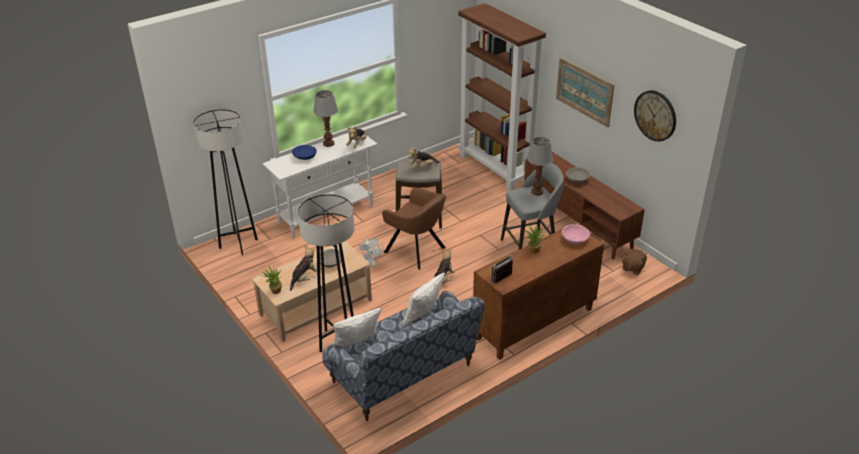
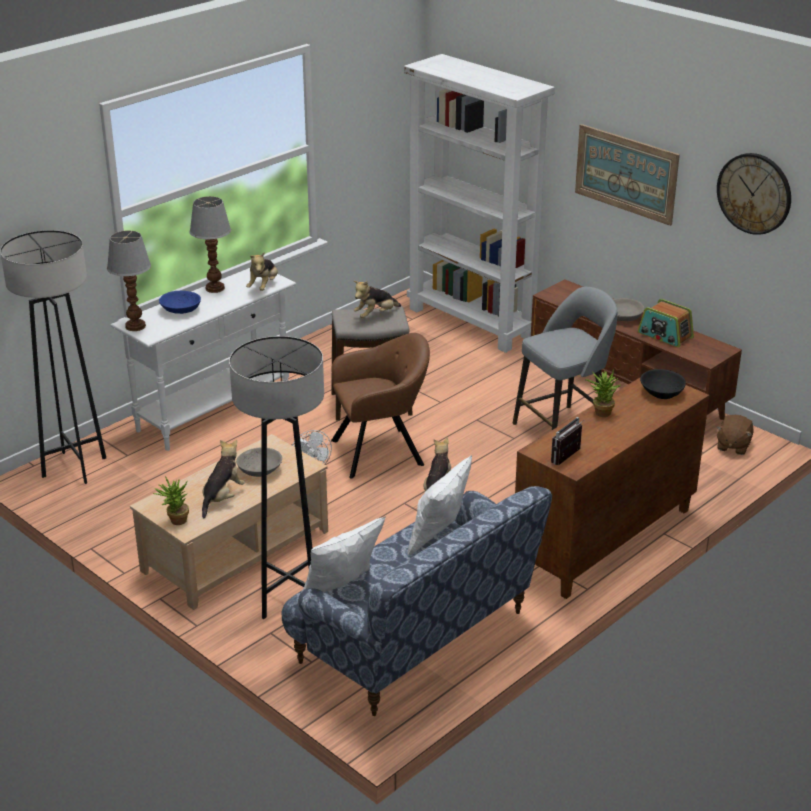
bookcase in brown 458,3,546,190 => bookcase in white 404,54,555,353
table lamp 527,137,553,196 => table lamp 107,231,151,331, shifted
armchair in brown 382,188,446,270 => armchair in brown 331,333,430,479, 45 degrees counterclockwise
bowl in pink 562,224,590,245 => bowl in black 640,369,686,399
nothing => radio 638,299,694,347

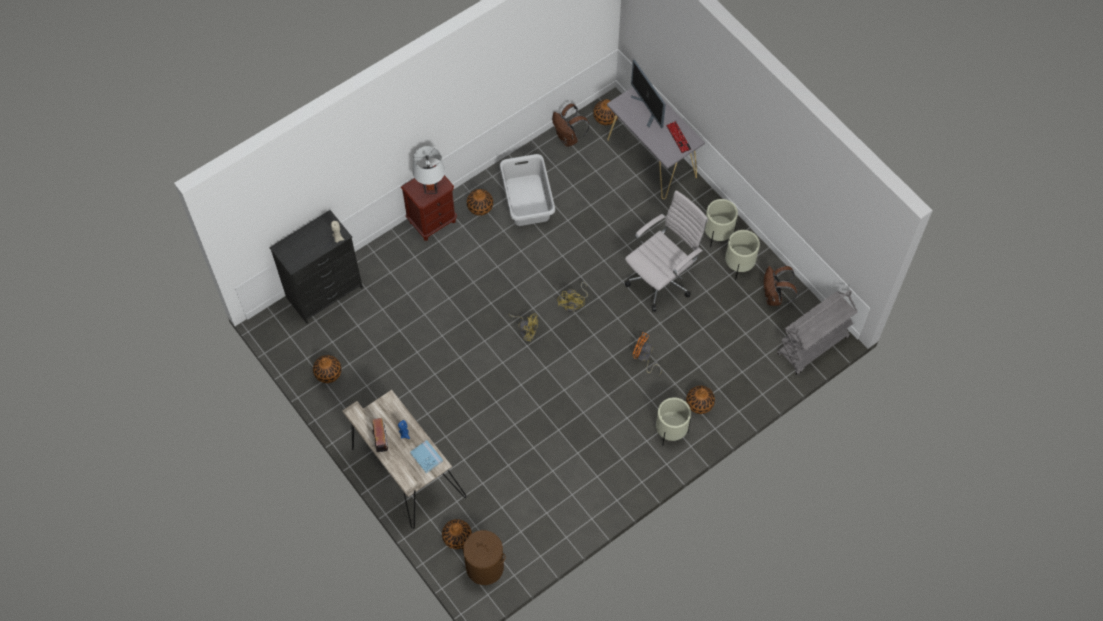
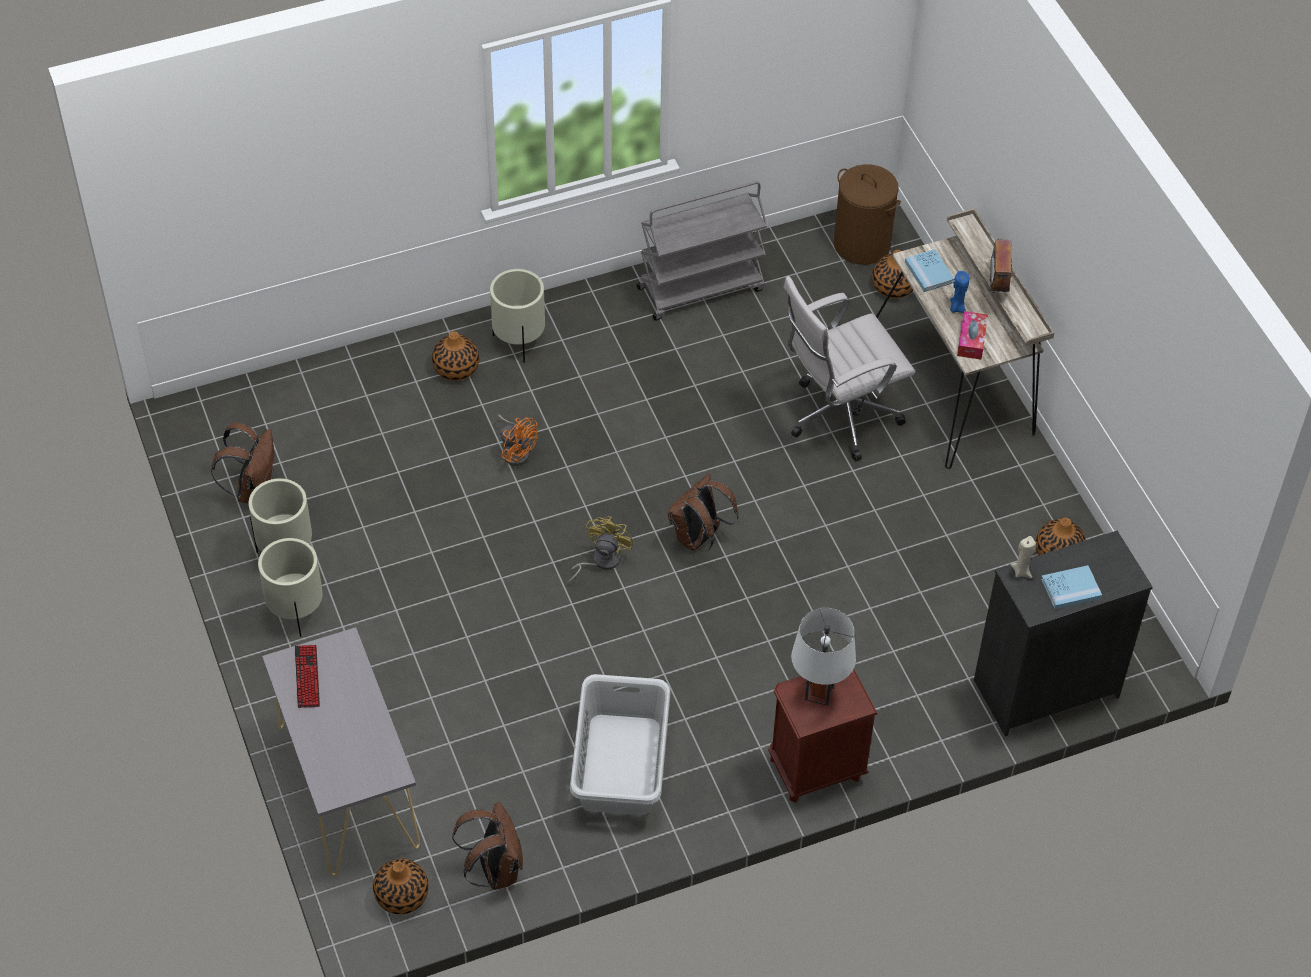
monitor 631,59,666,128 => nothing
vase 467,189,493,216 => nothing
office chair in white 625,190,708,312 => office chair in white 783,276,915,461, shifted
cart in grey 777,290,857,375 => cart in grey 637,181,768,321, shifted
fan in yellow 509,313,538,341 => backpack in brown 668,474,739,552
nothing => tissue box 957,311,988,360
nothing => book in blue 1041,565,1102,609

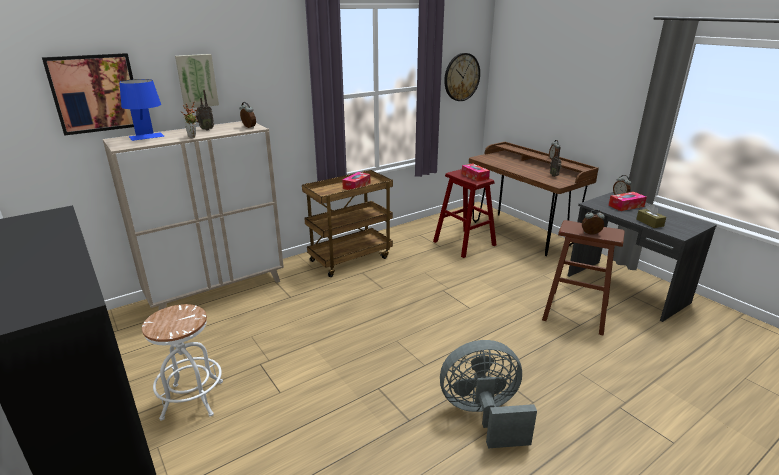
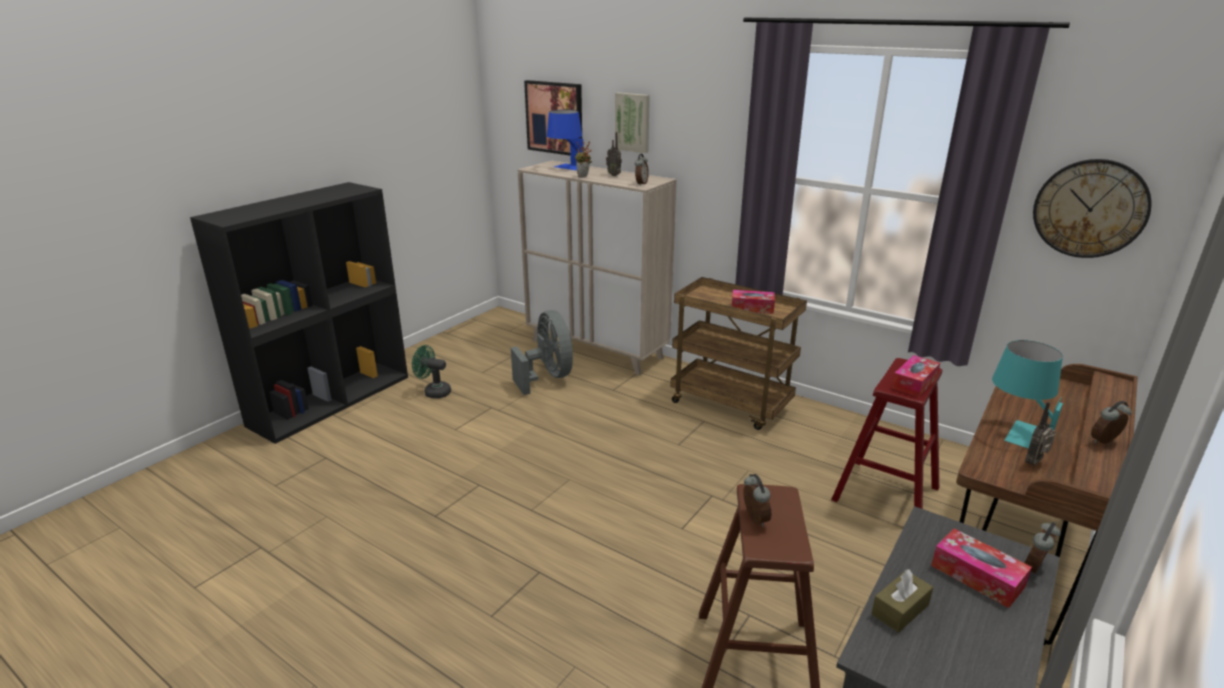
stool in white 142,304,223,421 => fan in green 412,345,451,399
fan in grey 440,340,537,448 => fan in grey 511,310,573,395, shifted
nothing => table lamp in turquoise 992,340,1063,449

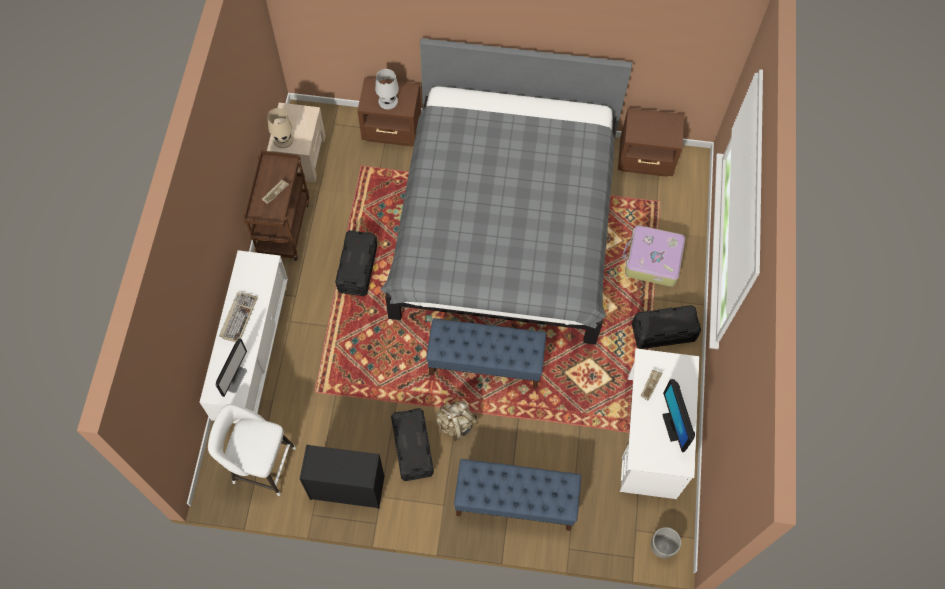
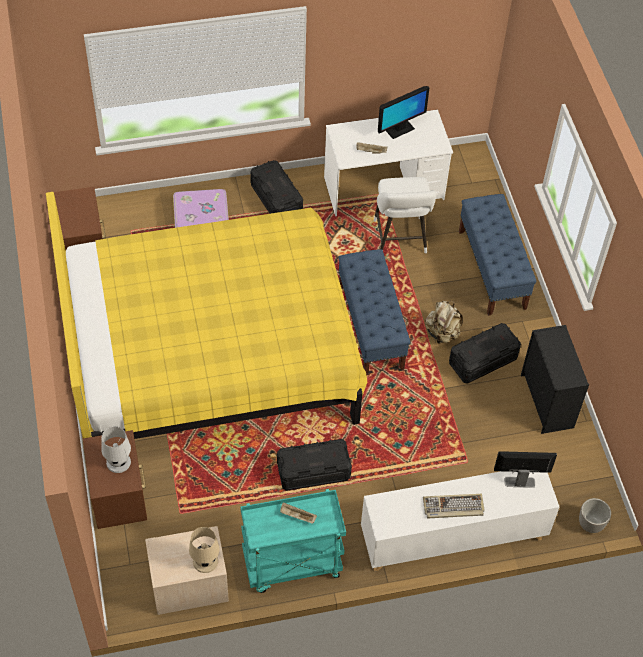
bed in grey 380,38,632,345 => bed in yellow 46,192,367,439
cart in brown 243,151,310,261 => cart in turquoise 240,489,346,593
stool in white 208,404,296,496 => stool in white 374,177,437,253, shifted
planter 651,527,681,558 => planter 579,498,611,533, shifted

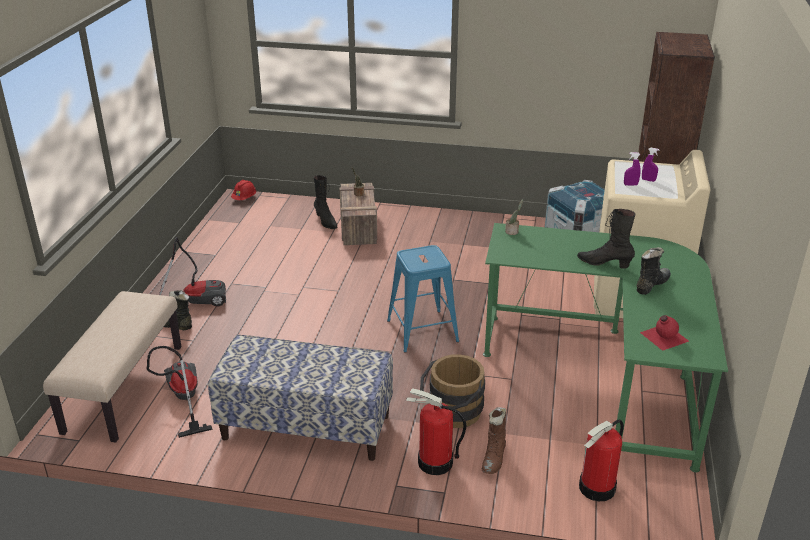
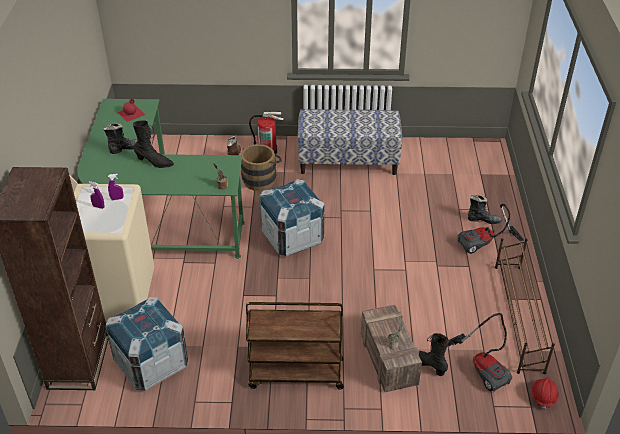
stool in blue 387,245,459,352 => crate 259,179,325,256
boot in black 637,247,671,295 => boot in black 103,123,137,154, 150 degrees counterclockwise
bench in beige 43,291,181,443 => nothing
vacuum cleaner 147,346,213,438 => vacuum cleaner 447,313,512,392, shifted
fire extinguisher 579,419,624,501 => nothing
nothing => shoe rack in brown 495,238,555,374
nothing => cart in brown 246,302,344,390

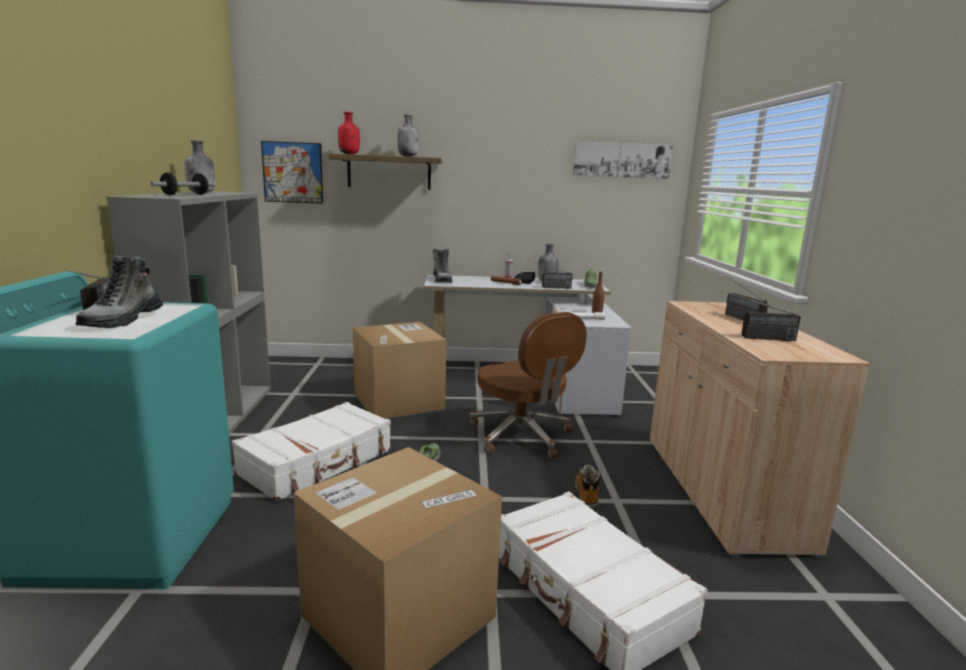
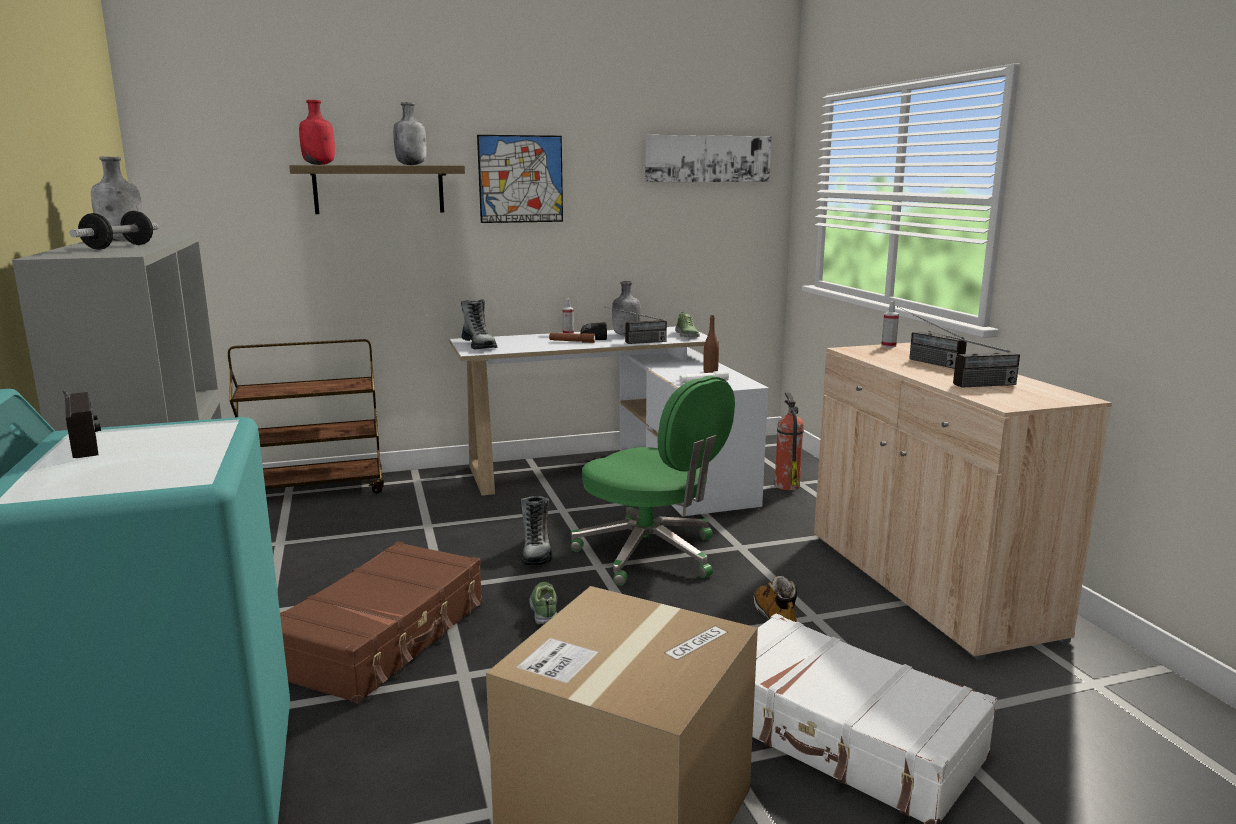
picture 261,141,323,204 => picture 477,135,563,223, shifted
boot 76,255,163,328 => boot 521,496,553,565, shifted
office chair in brown 469,312,587,459 => office chair in green 570,375,735,586
cardboard box 353,322,446,419 => nothing
suitcase in white 232,402,391,502 => suitcase in brown 280,542,483,704
nothing => spray bottle 881,301,899,348
nothing => cart in brown 228,339,384,493
nothing => fire extinguisher 775,392,804,490

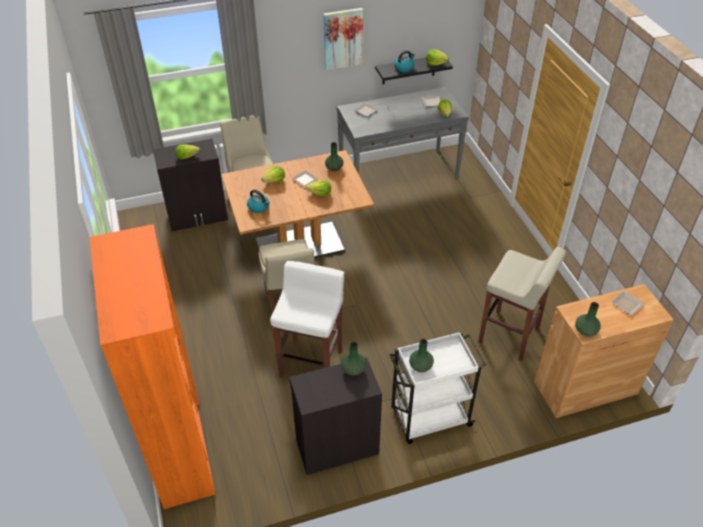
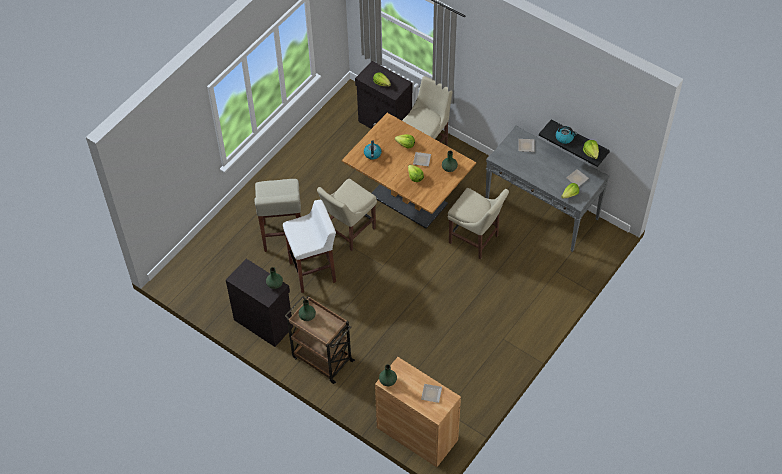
picture 323,8,363,70 => nothing
bookcase in orange 89,224,216,509 => nothing
stool in beige 478,247,566,361 => stool in beige 255,179,301,252, shifted
cart in white 390,331,486,444 => cart in brown 285,296,355,384
nothing => chair in beige 448,188,509,259

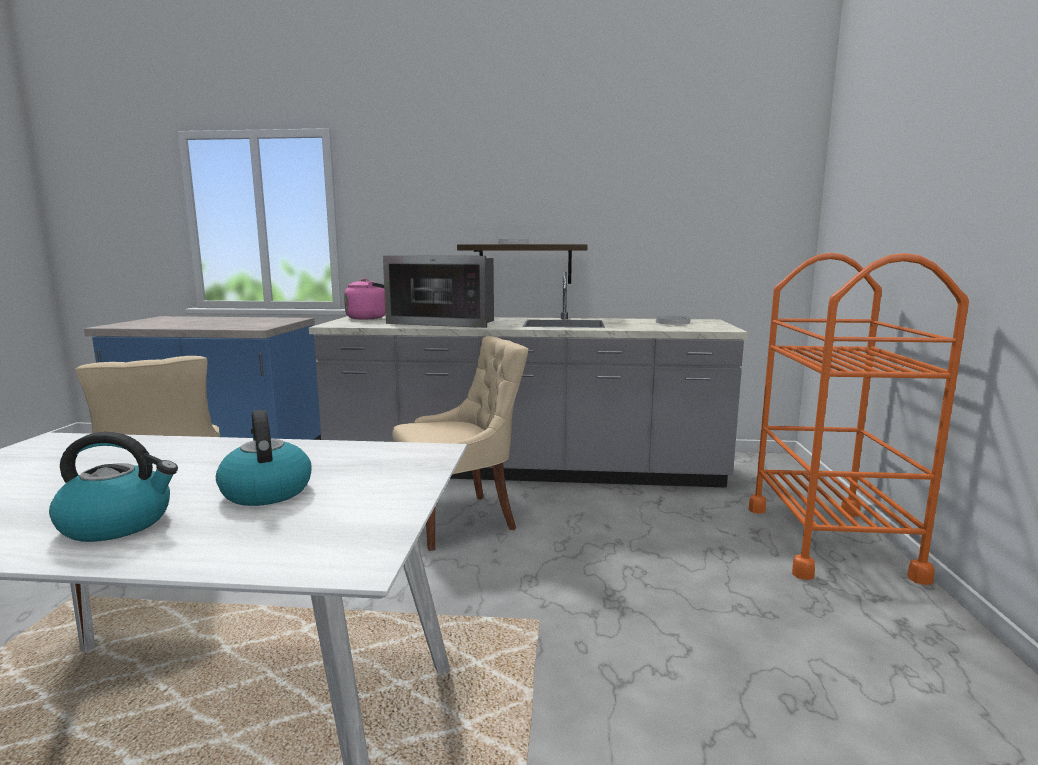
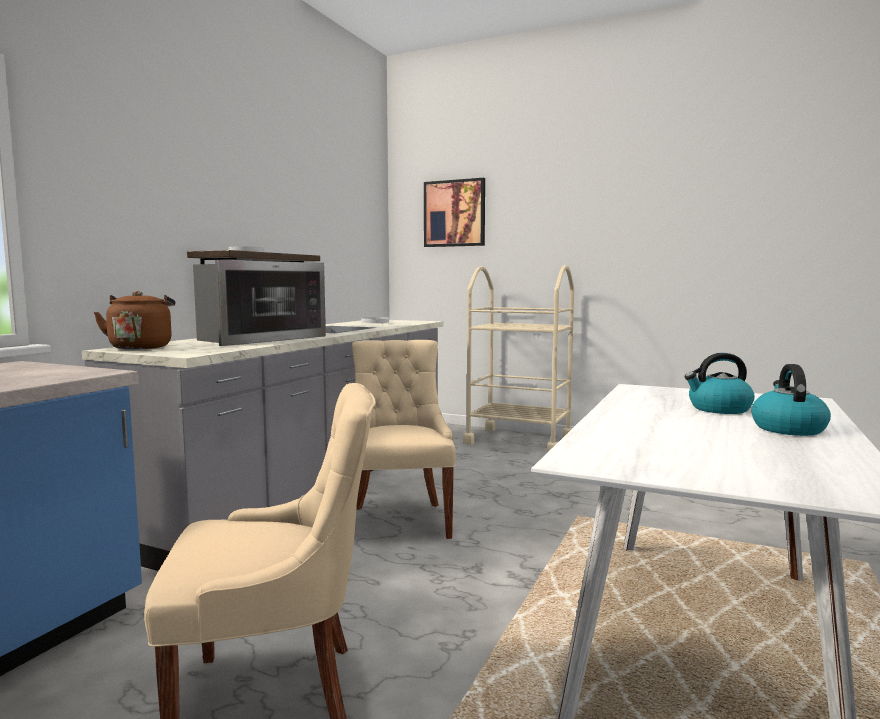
cart in orange 749,253,969,585 => cart in beige 463,265,574,453
kettle in pink 344,278,386,320 => kettle in brown 94,291,175,350
nothing => picture 424,178,485,247

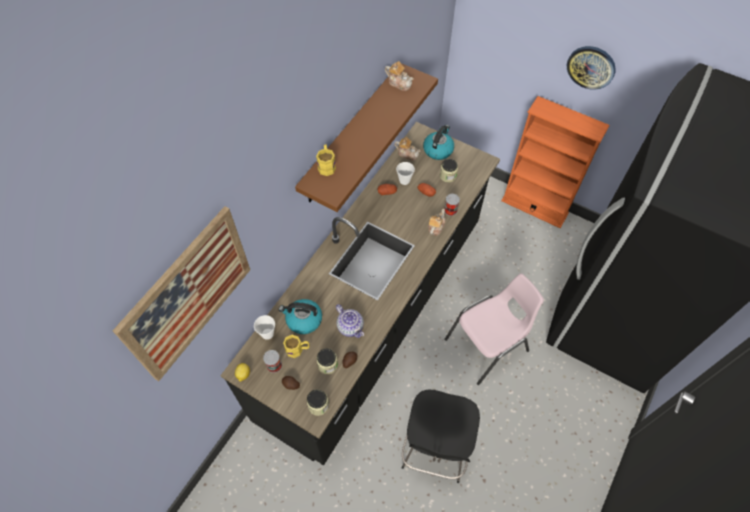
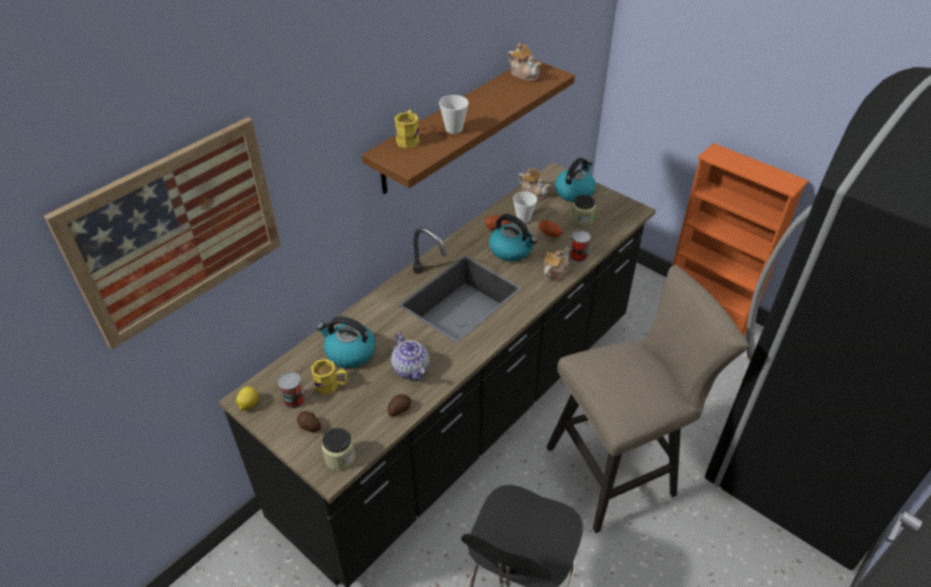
wall clock 567,46,615,90 => nothing
chair in pink 445,273,544,385 => stool in beige 547,265,749,533
cup 254,315,275,340 => cup 439,95,469,134, shifted
jar 316,348,338,374 => nothing
nothing => kettle 489,214,538,261

